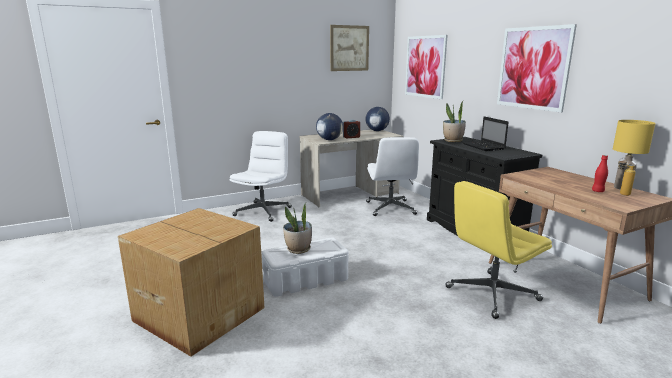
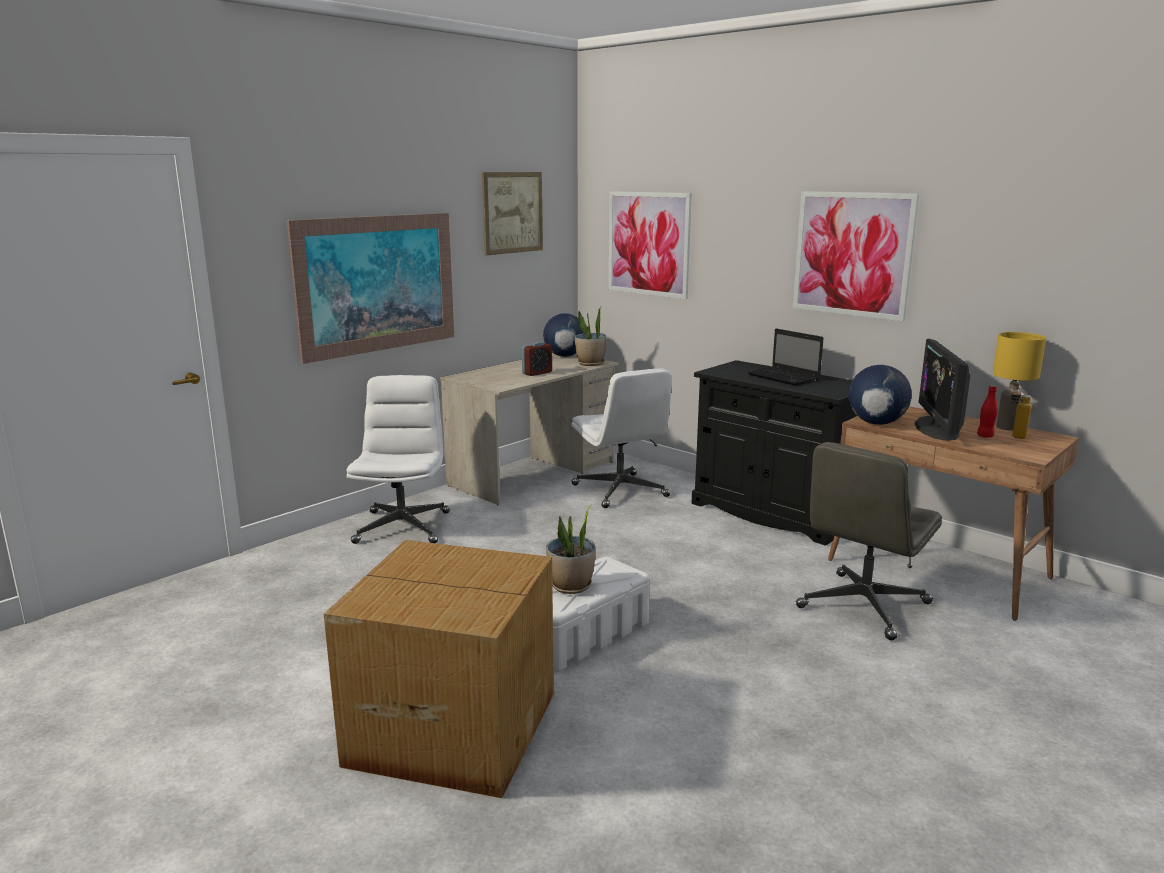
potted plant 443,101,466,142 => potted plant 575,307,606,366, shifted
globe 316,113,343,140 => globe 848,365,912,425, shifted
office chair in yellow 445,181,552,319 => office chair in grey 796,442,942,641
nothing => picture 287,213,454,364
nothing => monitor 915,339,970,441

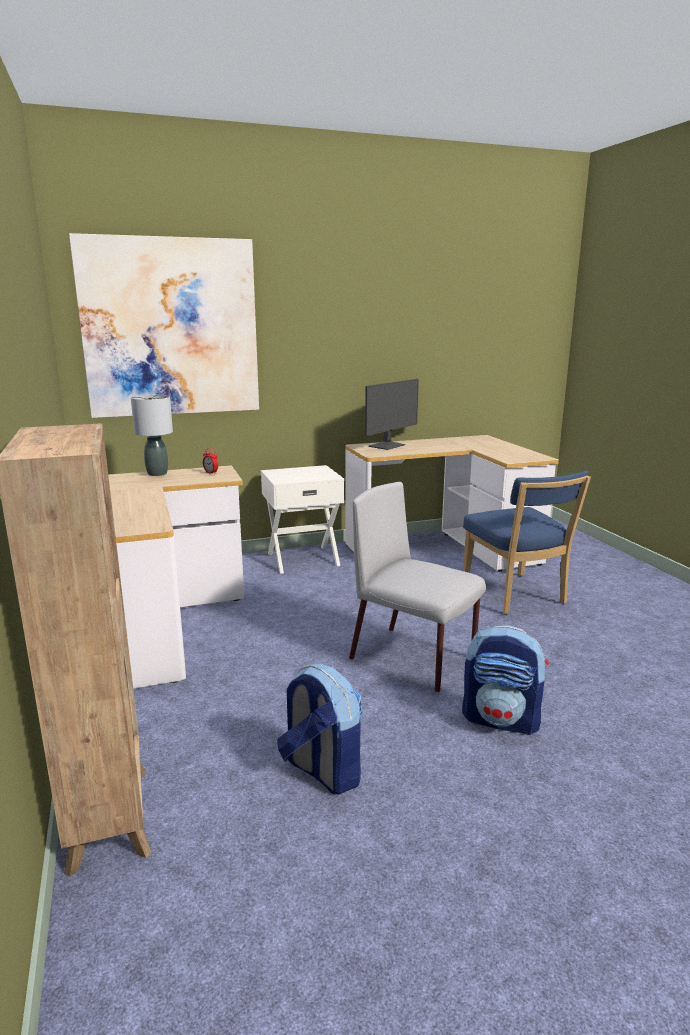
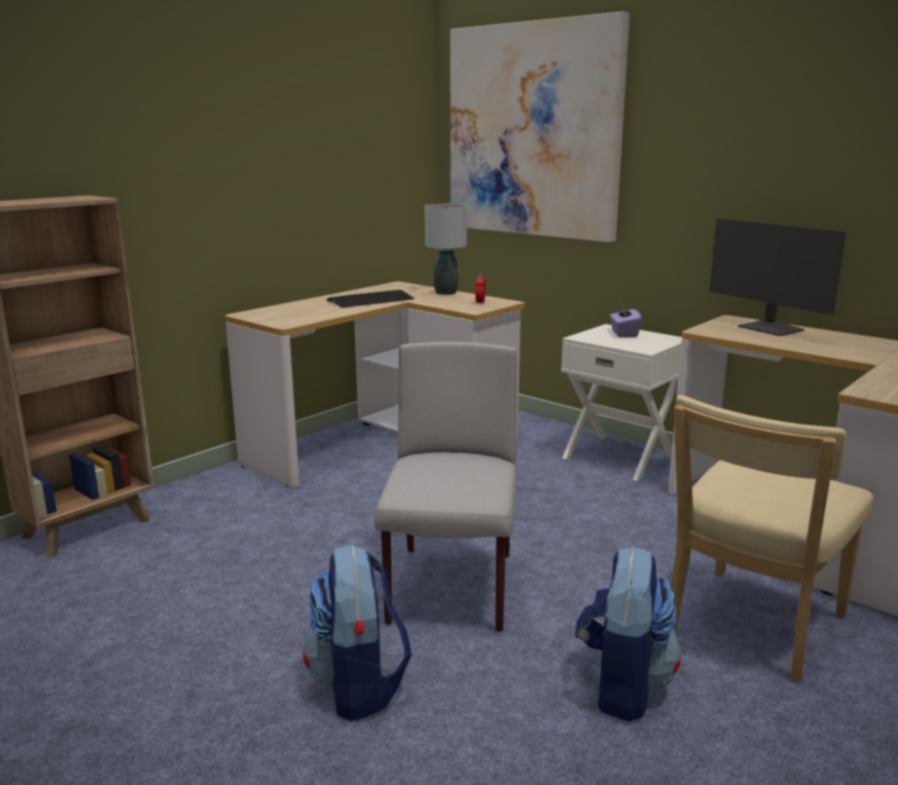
monitor 365,379,419,450 => monitor 710,218,846,336, 45 degrees clockwise
chair in blue 463,471,591,615 => chair in beige 671,395,873,682
backpack 277,664,362,794 => backpack 575,547,681,721, shifted
nothing => keyboard 327,290,415,308
nothing => tissue box in purple 610,304,642,337

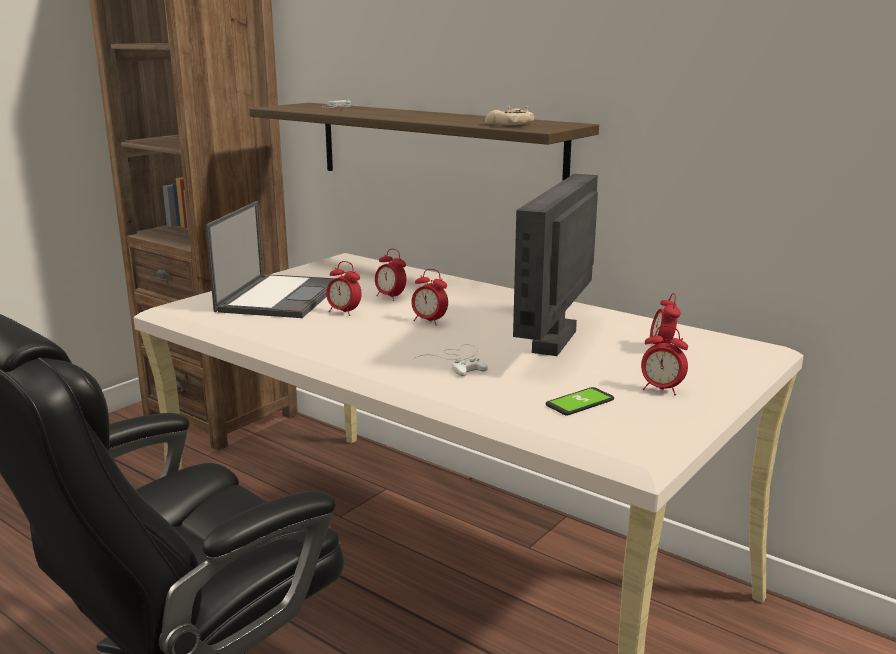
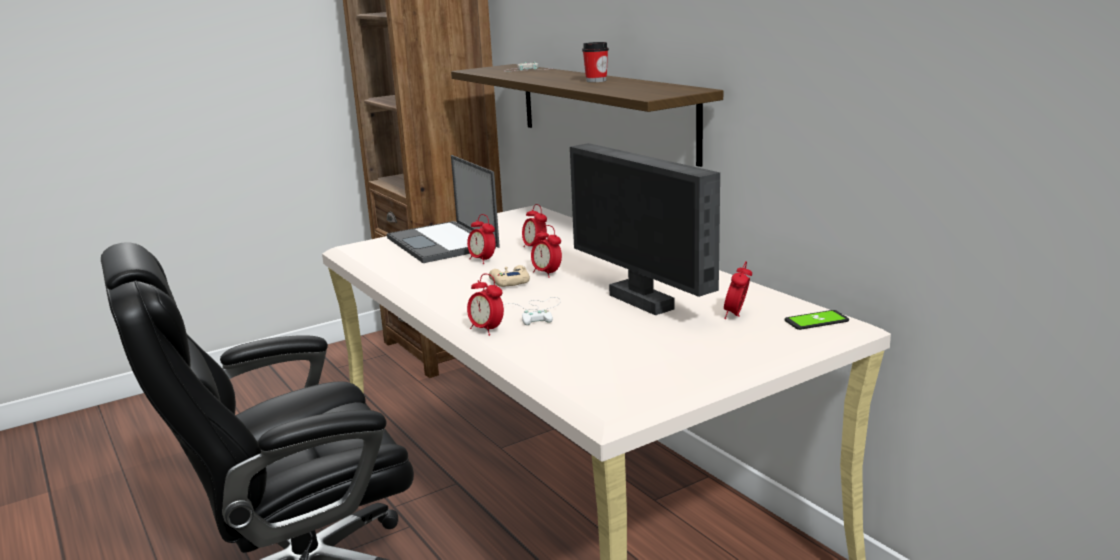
game controller in beige 485,106,534,125 => game controller in beige 489,265,530,287, shifted
monitor 513,174,598,356 => monitor 570,143,720,315, 75 degrees counterclockwise
laptop 205,201,335,318 => laptop 387,155,500,263, 120 degrees clockwise
alarm clock 641,326,688,395 => alarm clock 467,273,504,336, shifted
phone 545,387,614,416 => phone 784,310,849,330, shifted
nothing => cup 582,42,609,82

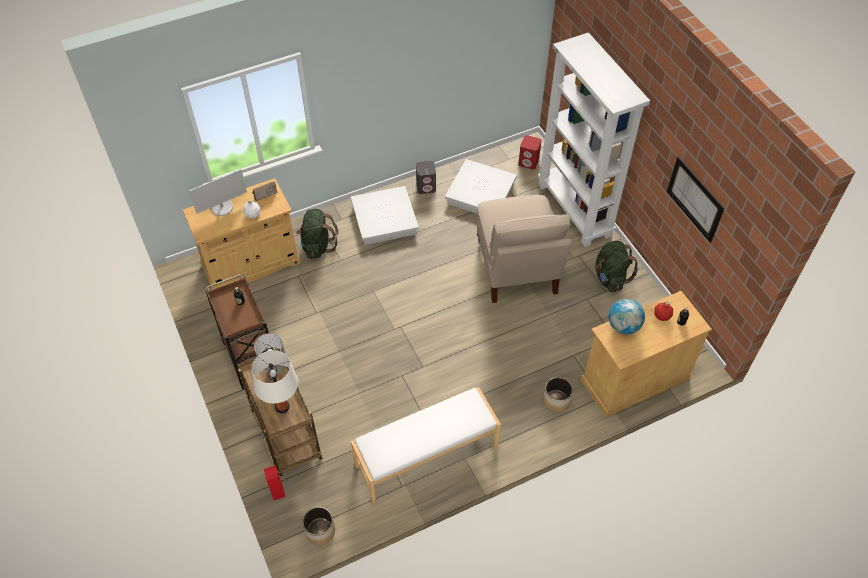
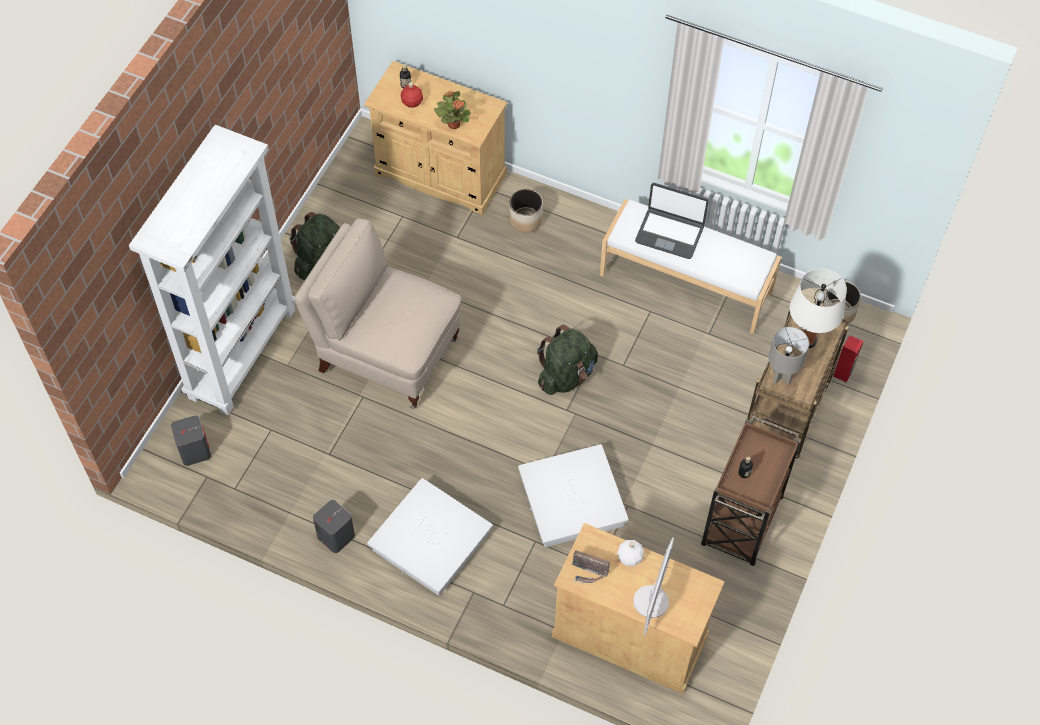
speaker in red 518,135,542,169 => speaker in grey 171,415,211,466
picture 667,156,724,243 => nothing
storage box in white 445,159,517,213 => storage box in white 518,444,629,547, shifted
monitor 189,169,247,216 => monitor 633,537,674,635, 90 degrees clockwise
chair in beige 477,195,572,303 => chair in beige 294,218,461,409, 105 degrees counterclockwise
backpack in green 296,209,338,259 => backpack in green 537,325,598,395, shifted
globe 608,299,645,334 => potted plant 434,91,471,129
nothing => laptop 635,183,709,259

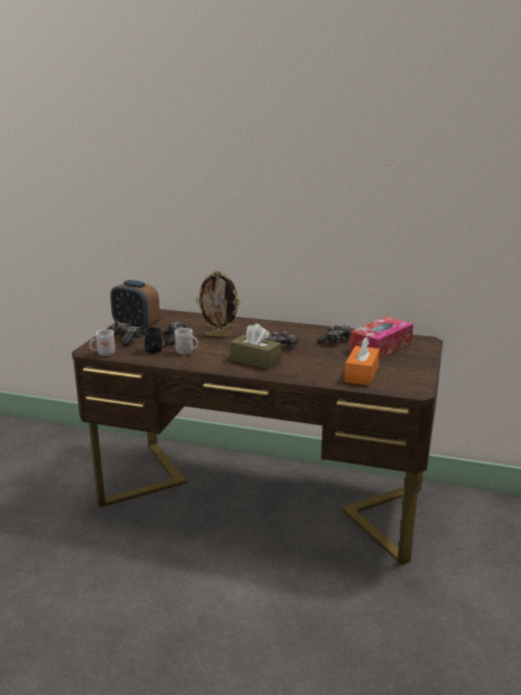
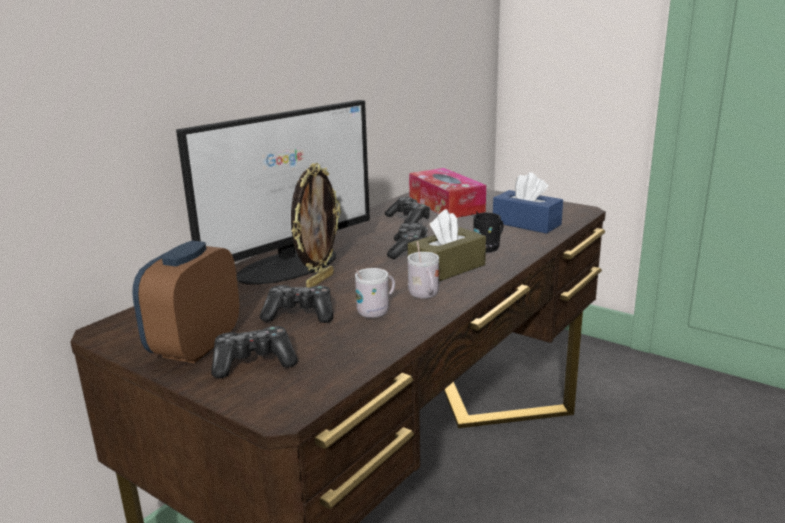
alarm clock 110,280,160,333 => alarm clock 132,241,239,364, 150 degrees clockwise
mug in black 144,323,167,353 => mug in black 473,211,504,252, shifted
mug in white 90,326,115,356 => mug in white 408,241,439,299, shifted
tissue box in orange 344,337,380,386 => tissue box in blue 493,172,563,234
nothing => monitor 176,100,370,285

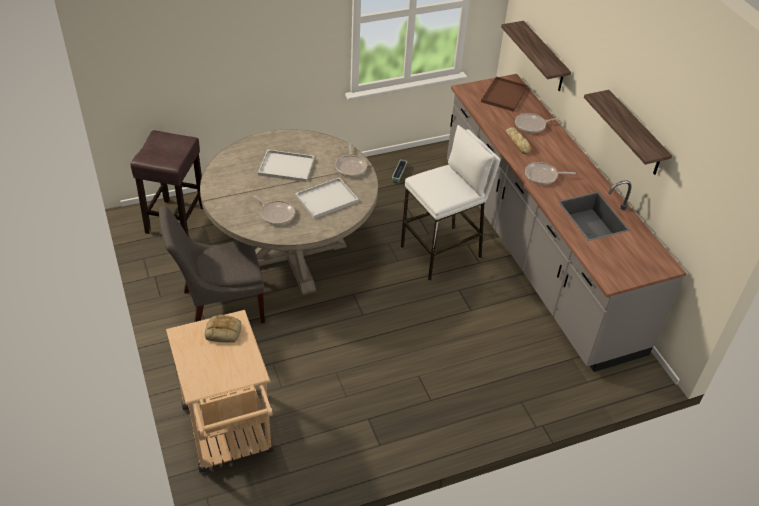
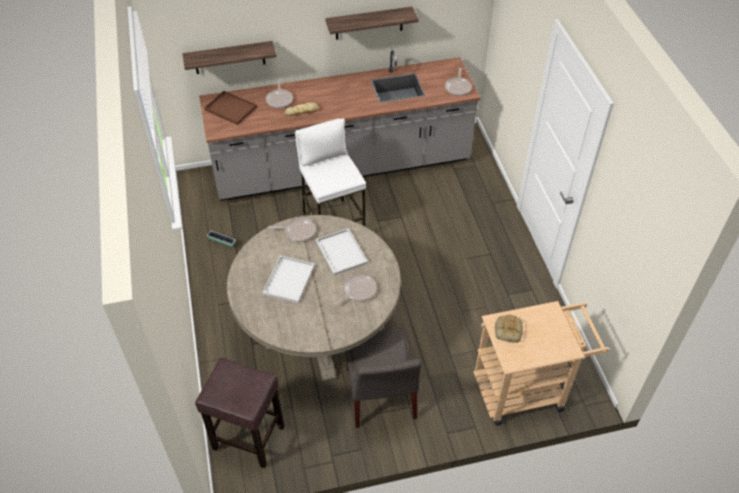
frying pan 525,162,576,185 => frying pan 445,68,472,96, shifted

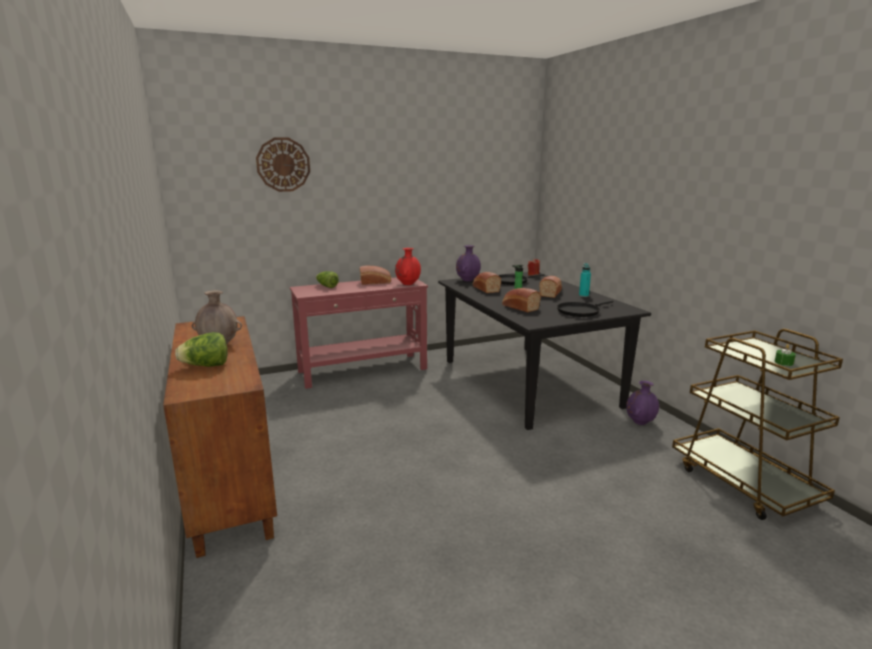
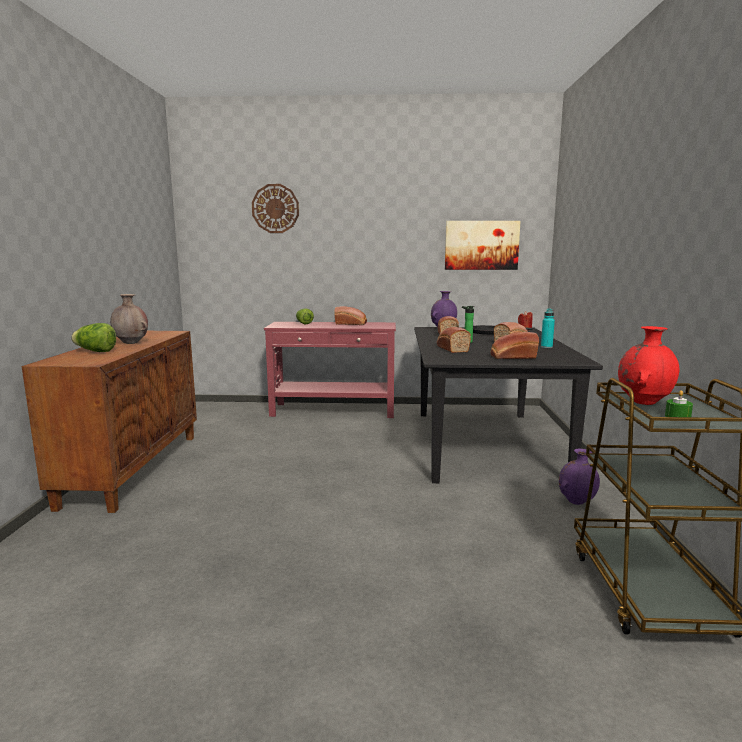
vase in red 395,248,421,285 => vase in red 618,326,679,405, shifted
frying pan in black 557,300,613,317 => bread 491,332,539,359
nothing => picture 445,221,521,270

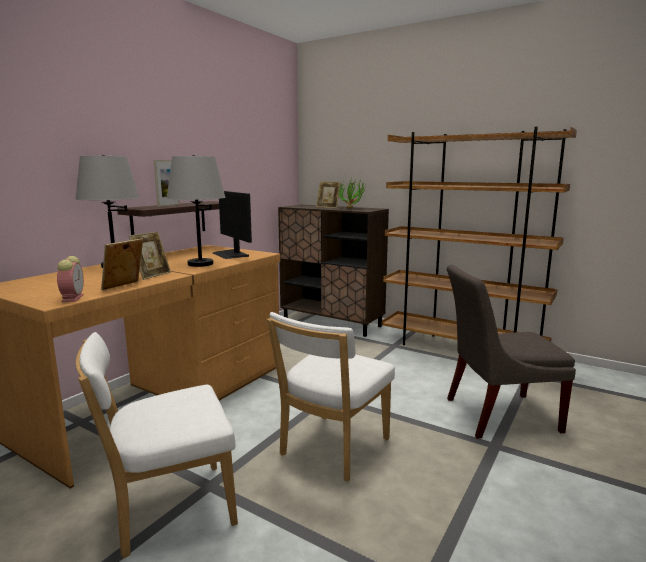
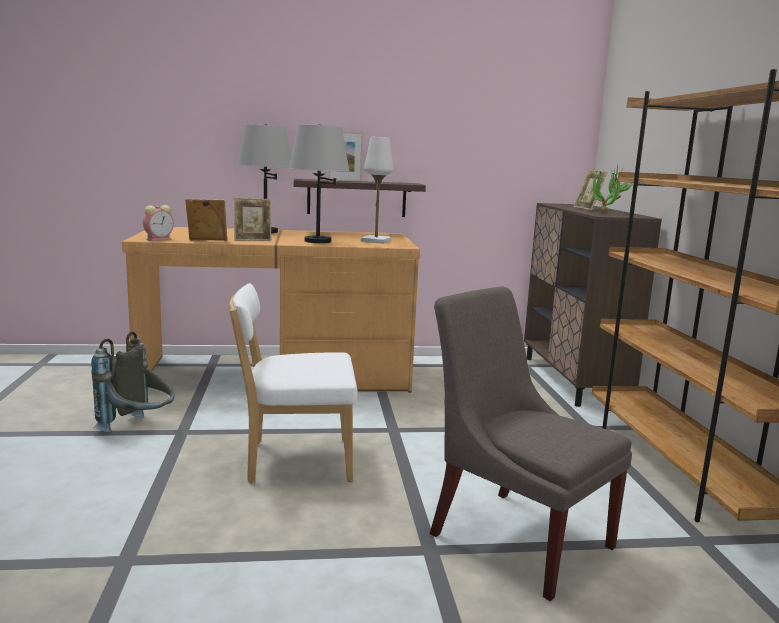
monitor 213,191,252,259 => table lamp in white 361,137,393,244
chair in white 76,332,238,558 => backpack in grey 91,331,174,432

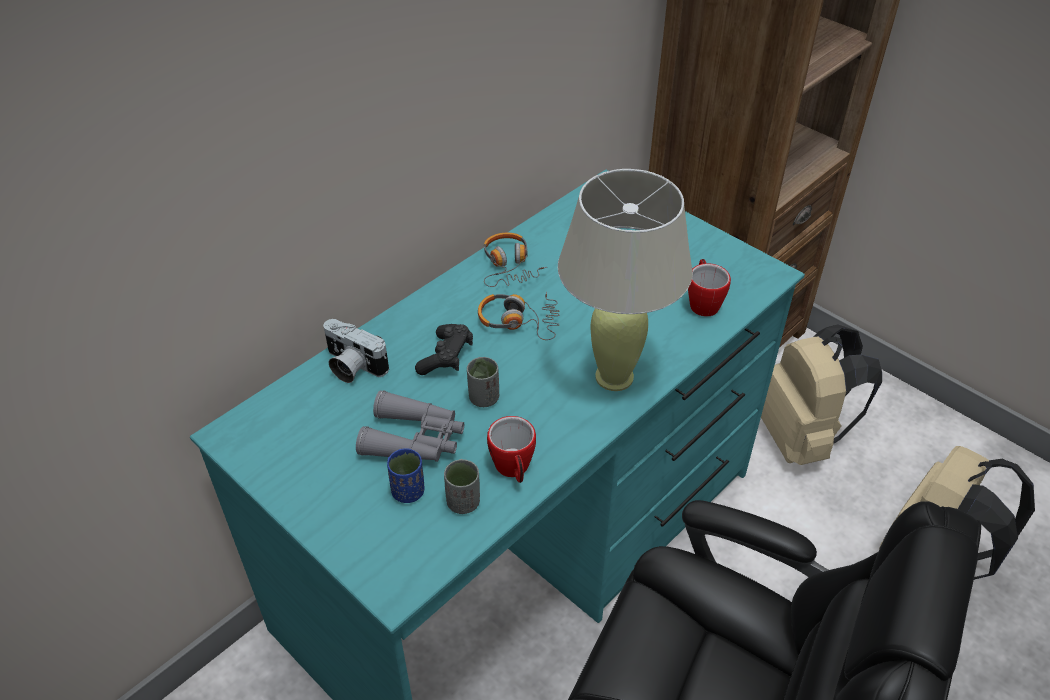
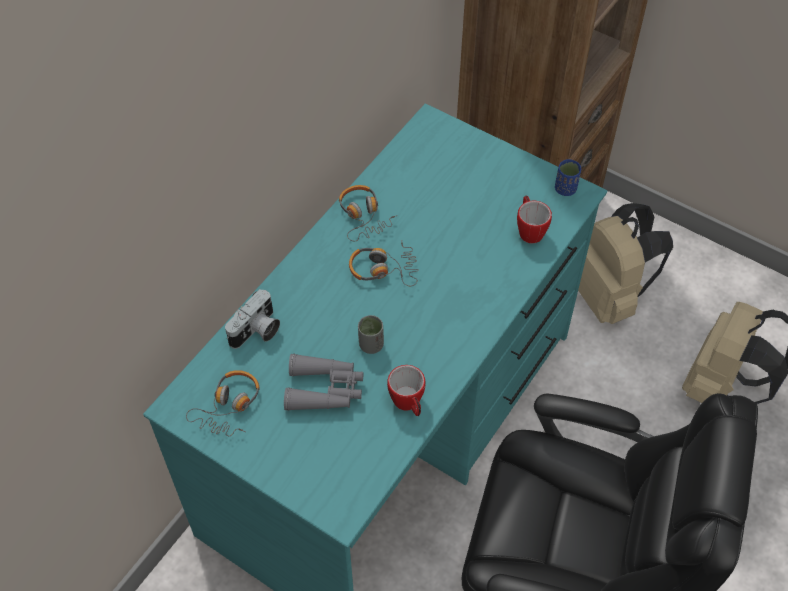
table lamp in beige 558,169,693,391 => nothing
photo camera 323,319,389,383 => photo camera 225,289,280,349, 75 degrees counterclockwise
game controller in black 415,324,473,375 => nothing
cup in blue 387,448,424,503 => cup in blue 555,159,581,196, shifted
cup in grey 444,459,480,514 => nothing
nothing => headphones 186,370,260,436

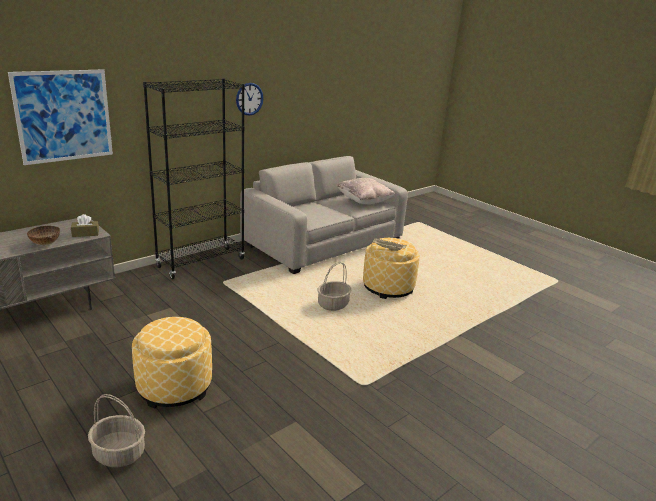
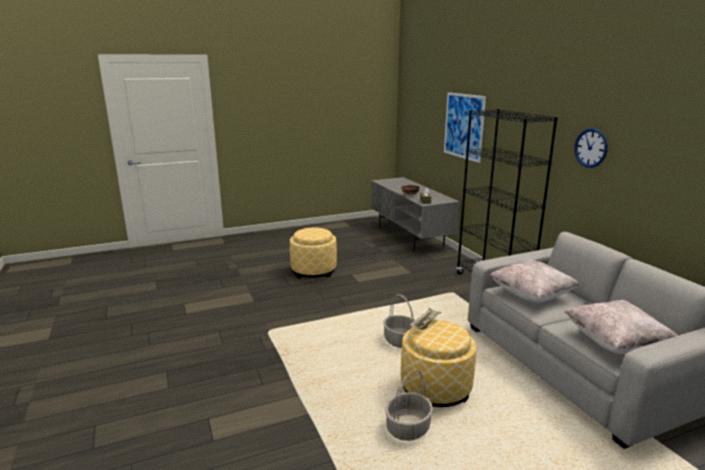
basket 88,394,145,467 => basket 385,370,433,441, shifted
nothing => pillow in beige 489,260,579,302

